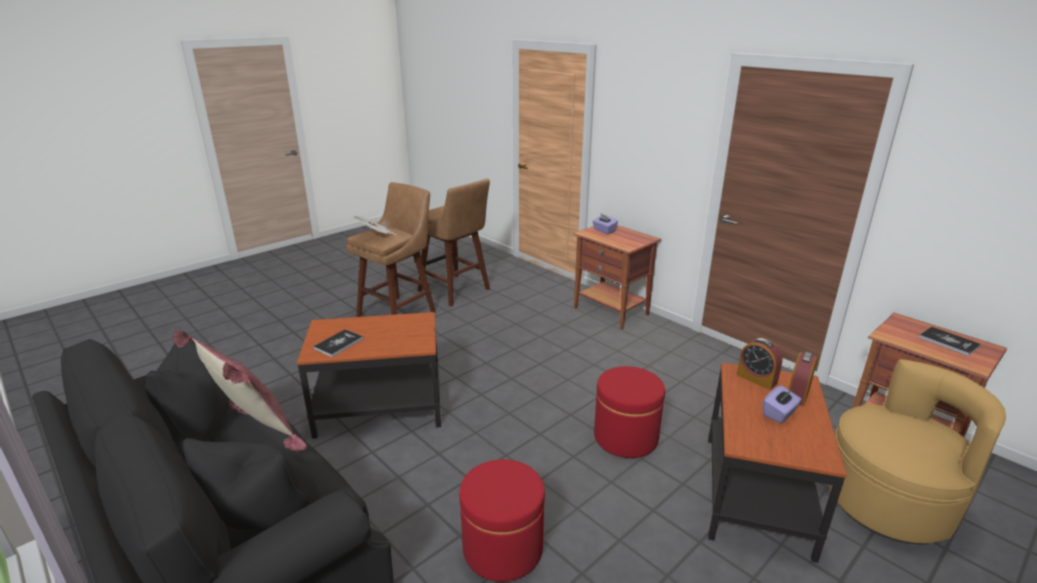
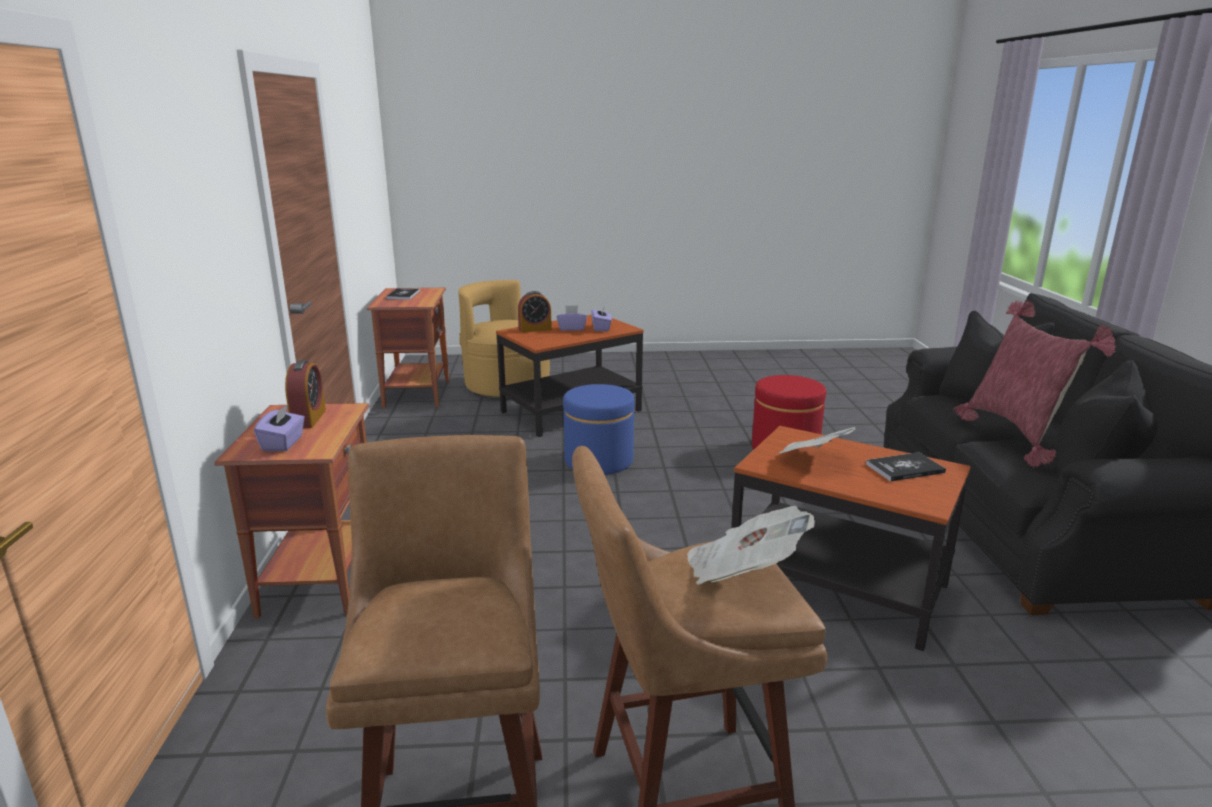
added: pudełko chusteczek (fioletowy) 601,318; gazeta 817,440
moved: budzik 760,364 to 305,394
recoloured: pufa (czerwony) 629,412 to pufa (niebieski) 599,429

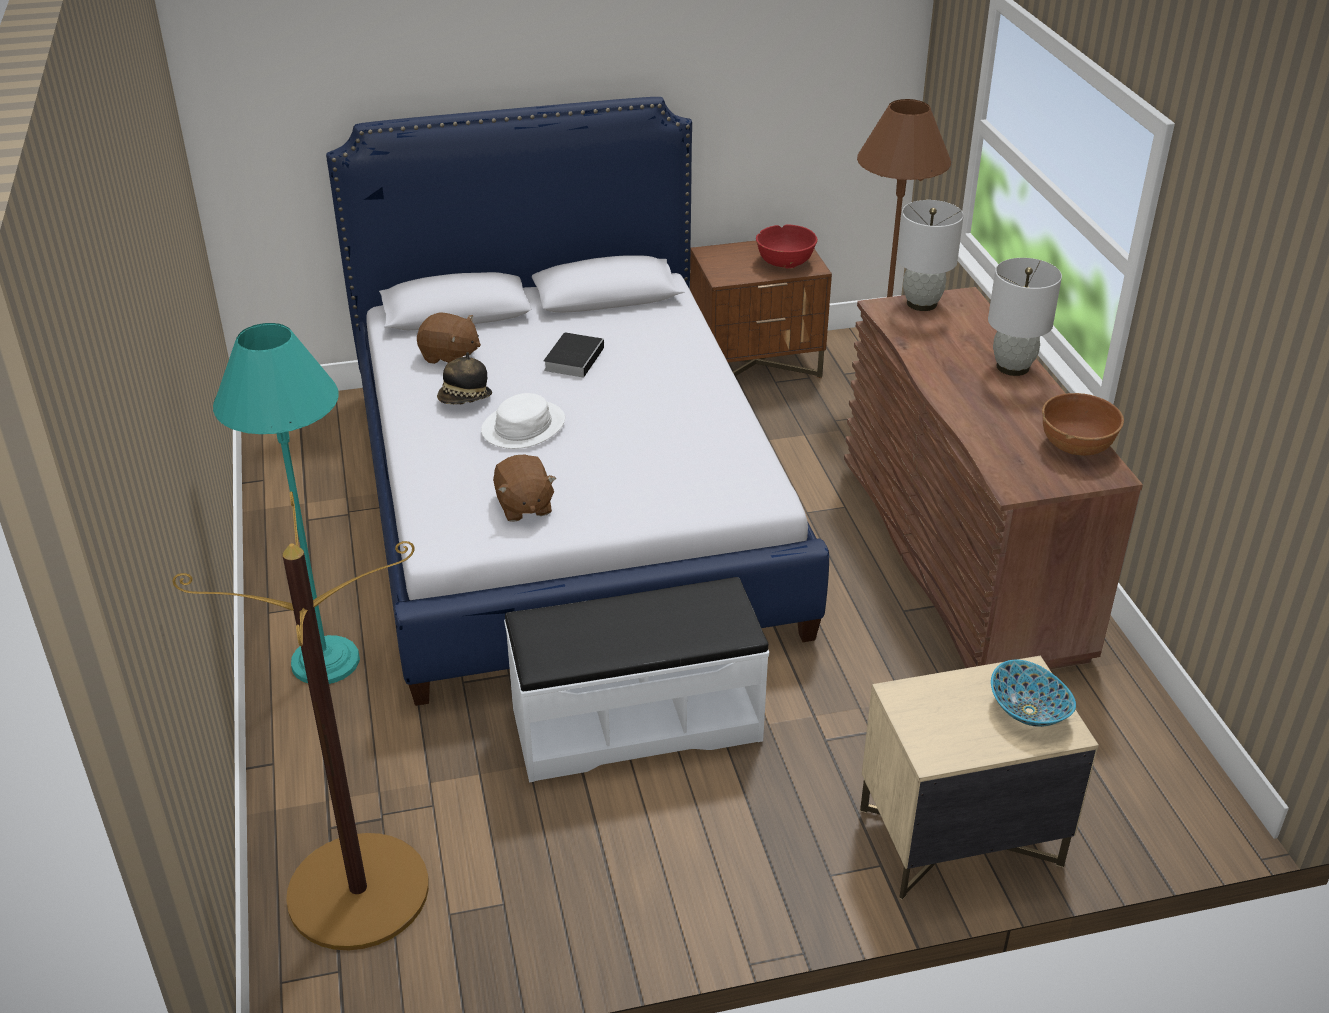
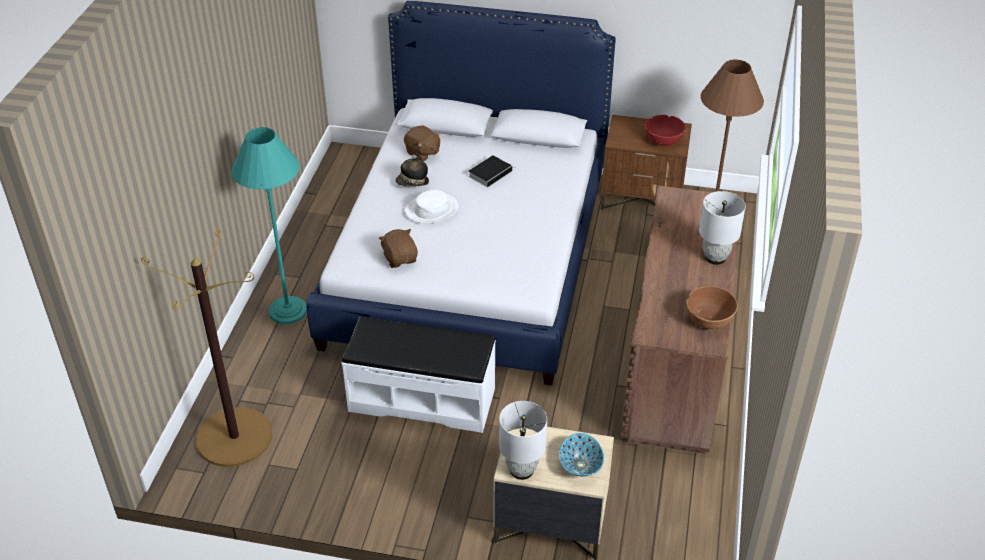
moved: lampa stołowa (biały) 930,255 to 523,440
turned: pluszak (brązowy) 524,488 = 398,248 150 degrees clockwise

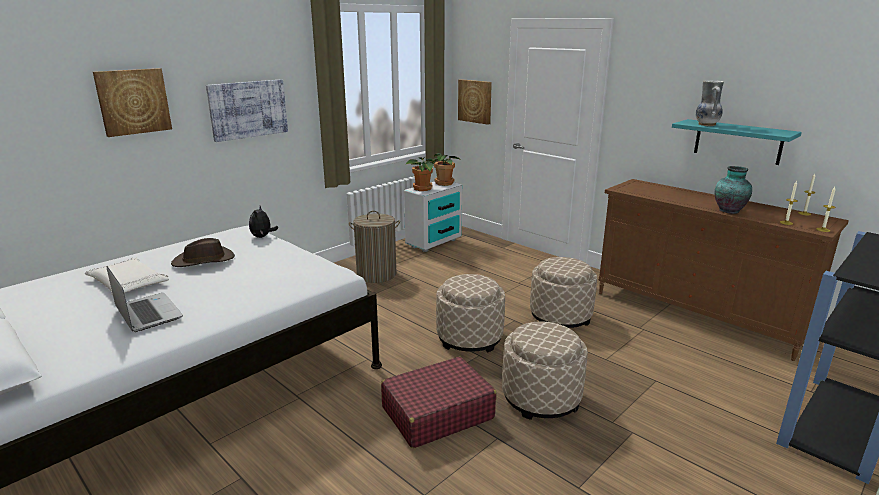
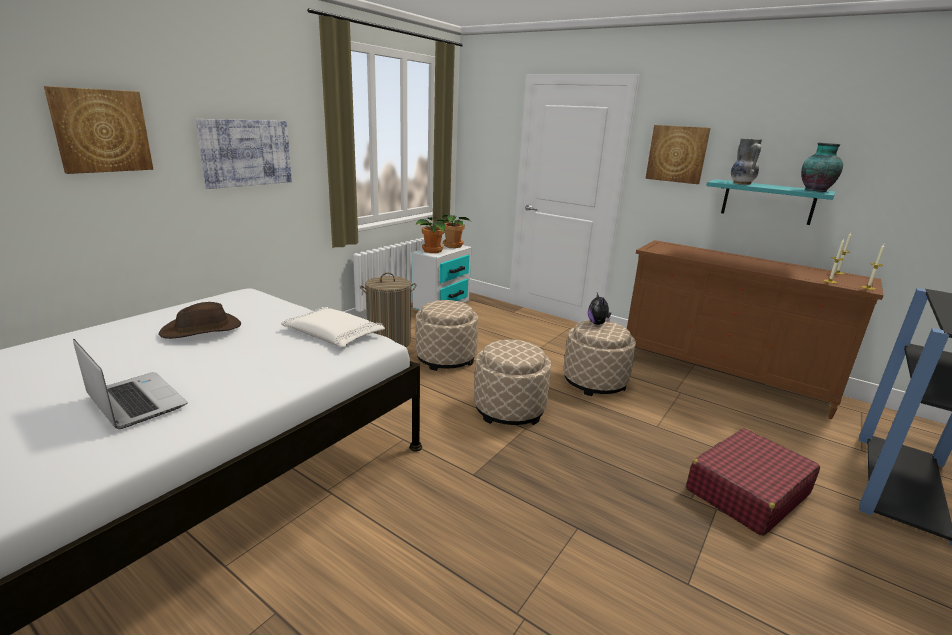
moved: poduszka (biały) 127,276 to 333,327; pluszak 263,222 to 599,309; walizka (czerwony) 439,402 to 753,482; obraz 475,102 to 678,154; pufa (beżowy) 545,371 to 446,335; wazon 733,190 to 822,167

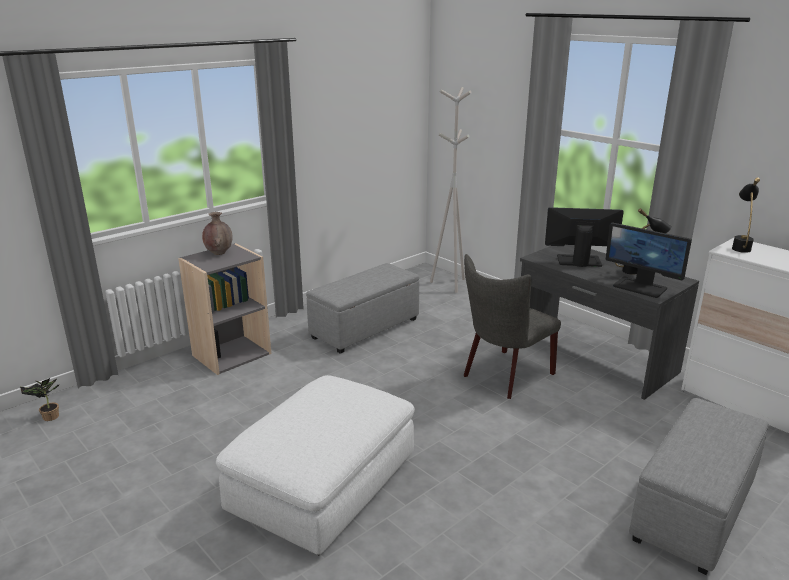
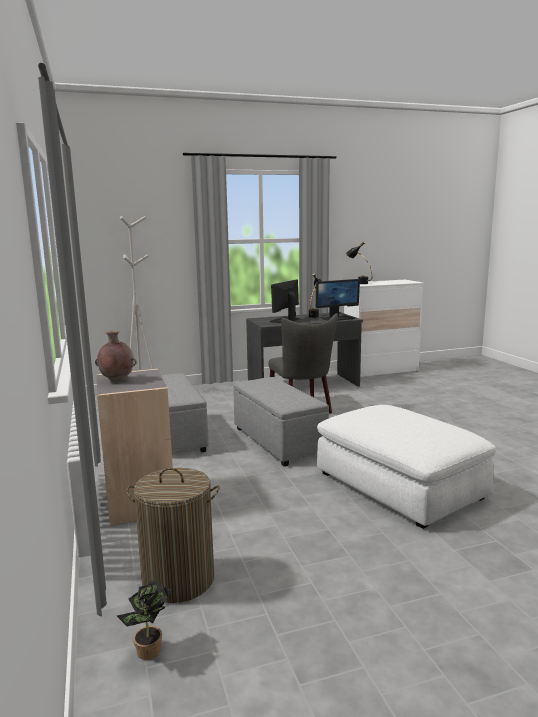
added: kosz na pranie 173,535
moved: pufa (szary) 699,486 to 281,421

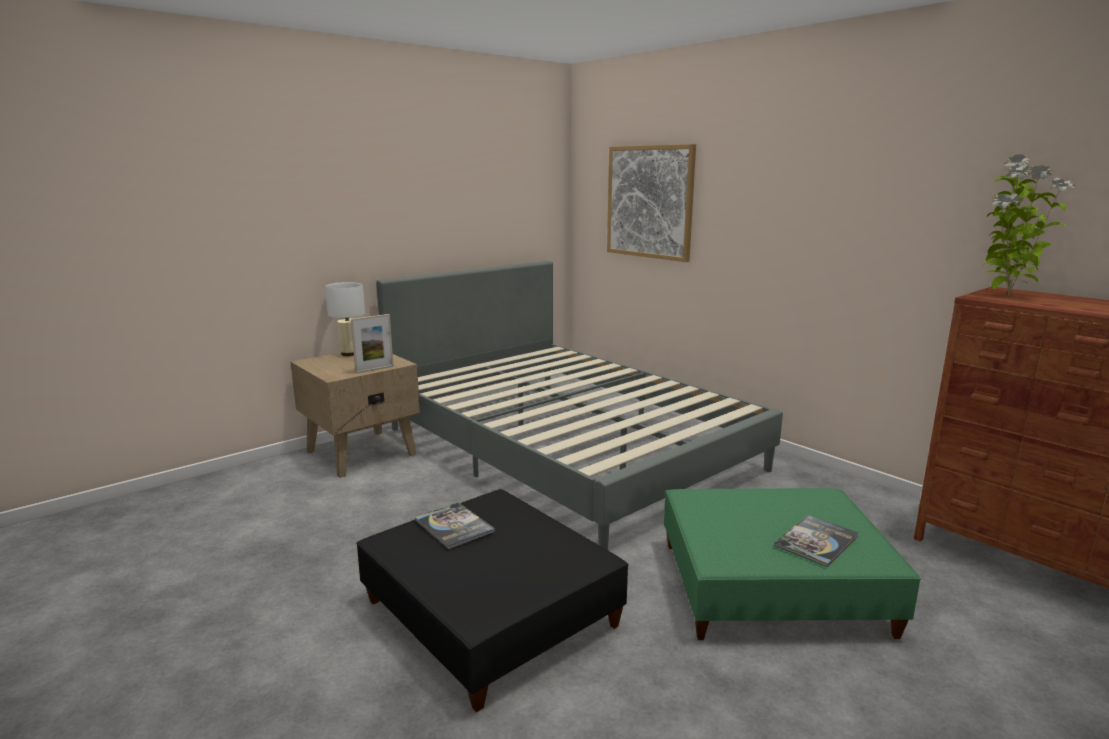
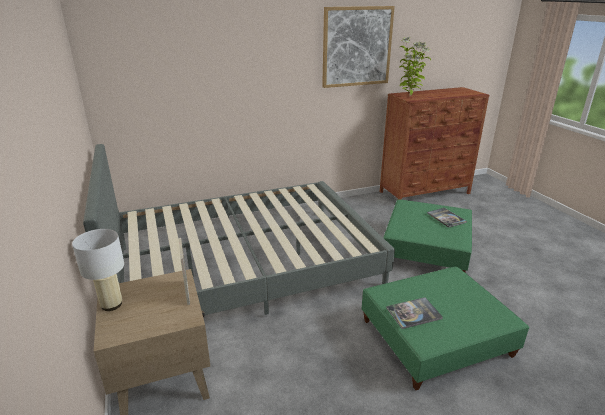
moved: obraz 651,203 to 358,47
recoloured: pufa (czarny) 492,600 to pufa (zielony) 446,328

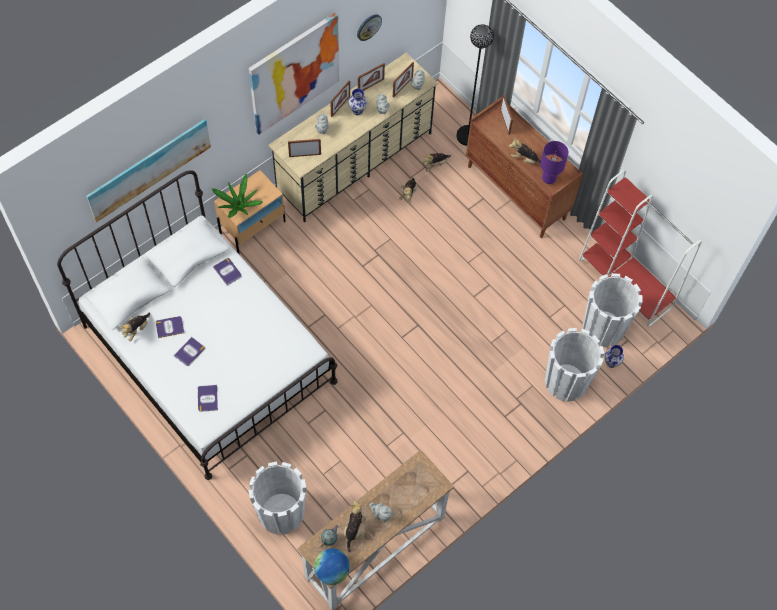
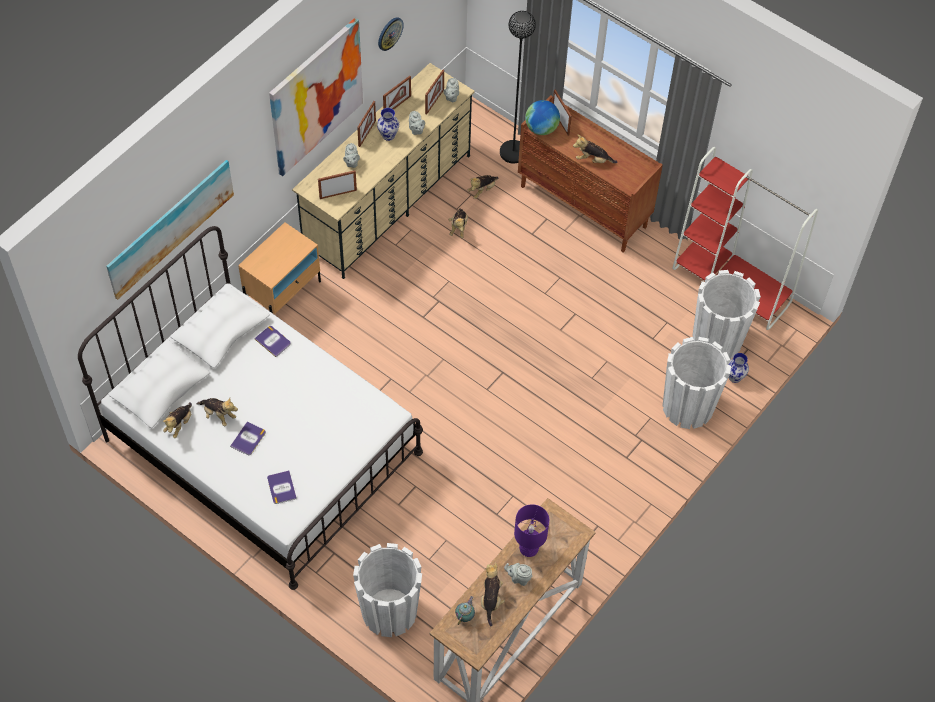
removed: roślina doniczkowa 237,196
moved: globus 332,566 to 542,117; lampa stołowa (fioletowy) 554,162 to 531,530
replaced: książka 170,327 to pluszak 217,412

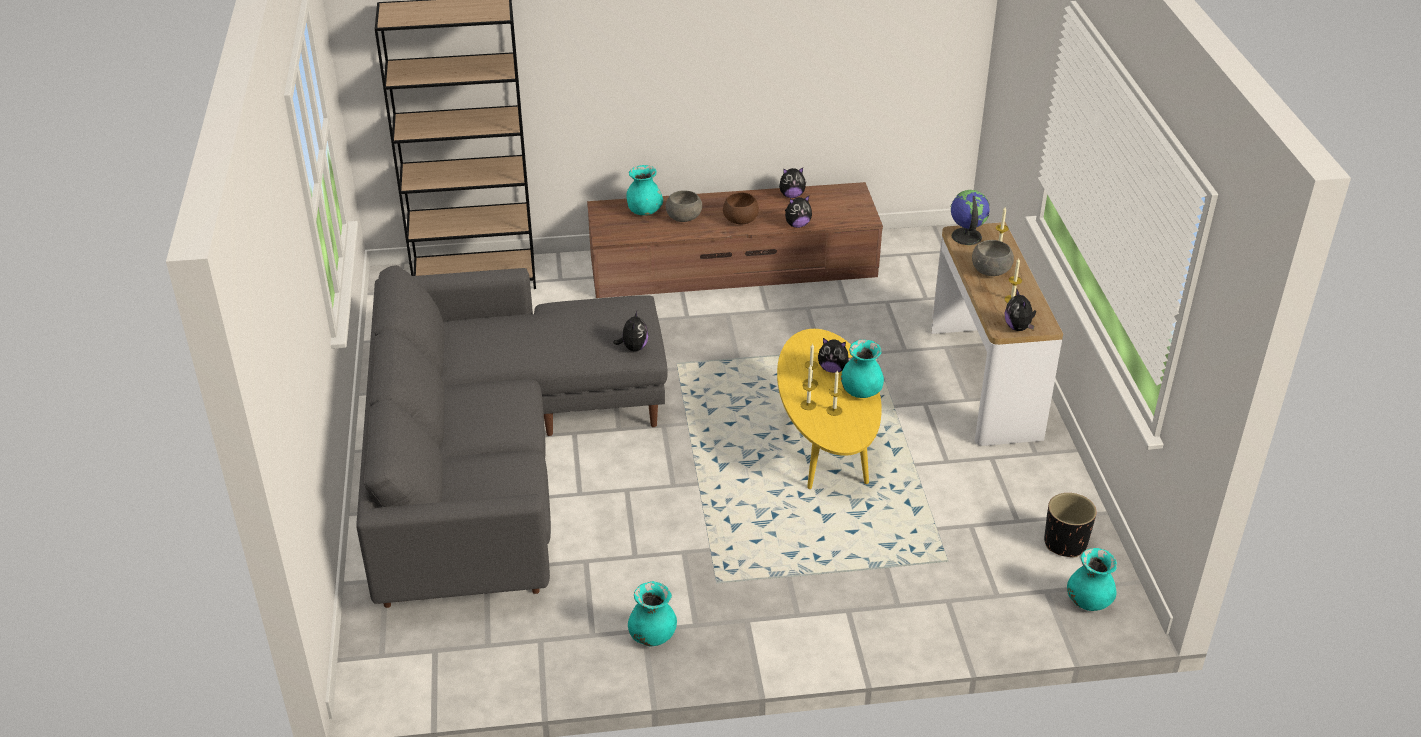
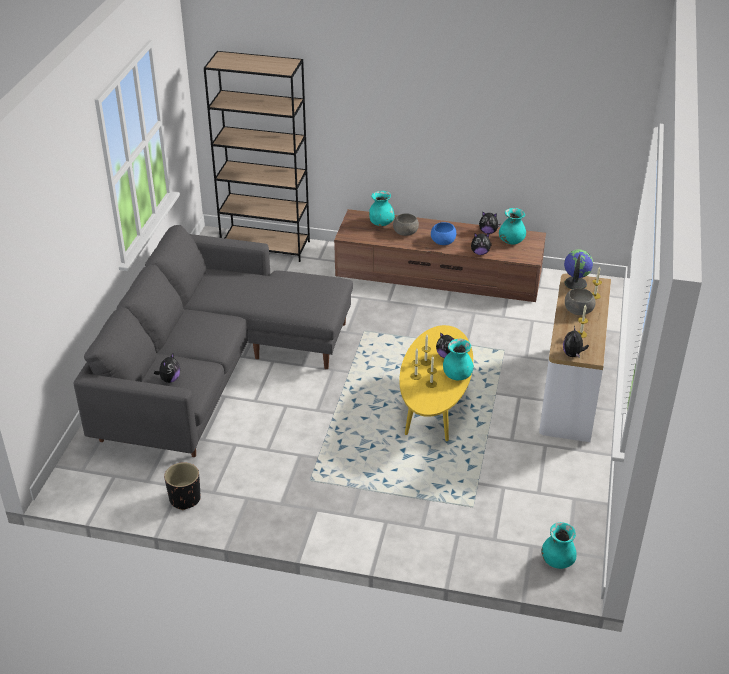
moved: pluszak 630,331 to 167,367; wazon (turkusowy) 652,613 to 512,226; donica (czarny) 1070,525 to 182,486
recoloured: miska (brązowy) 741,208 to miska (niebieski) 443,233

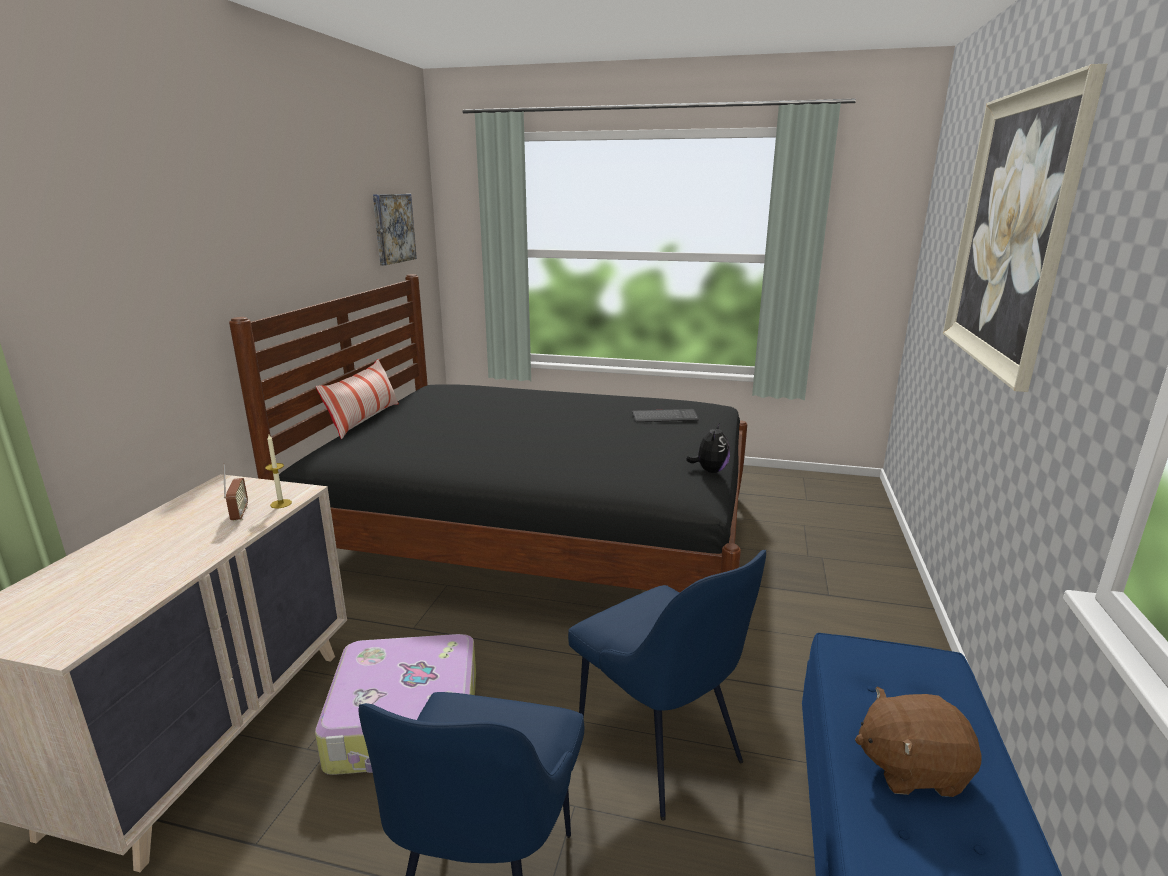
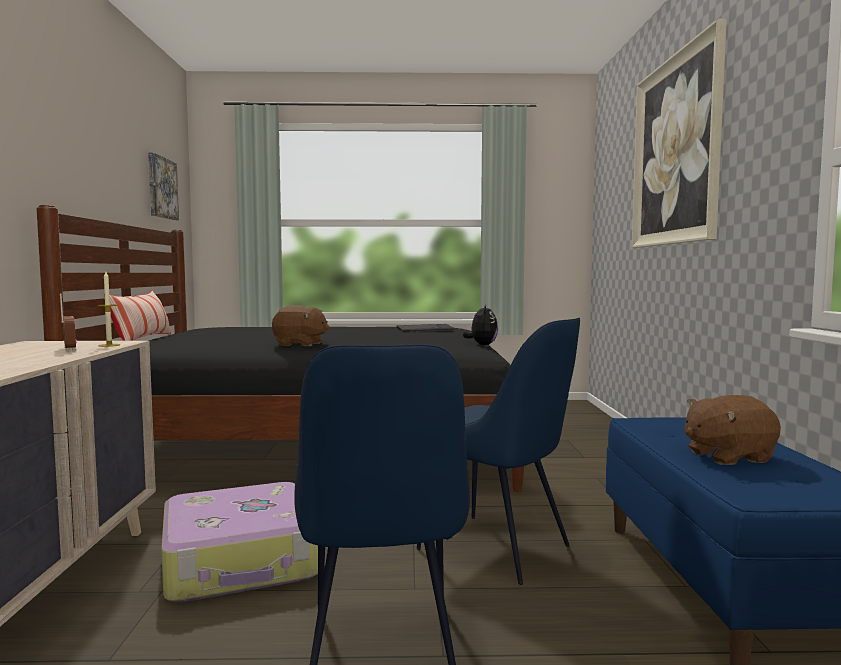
added: pluszak (brązowy) 301,325

